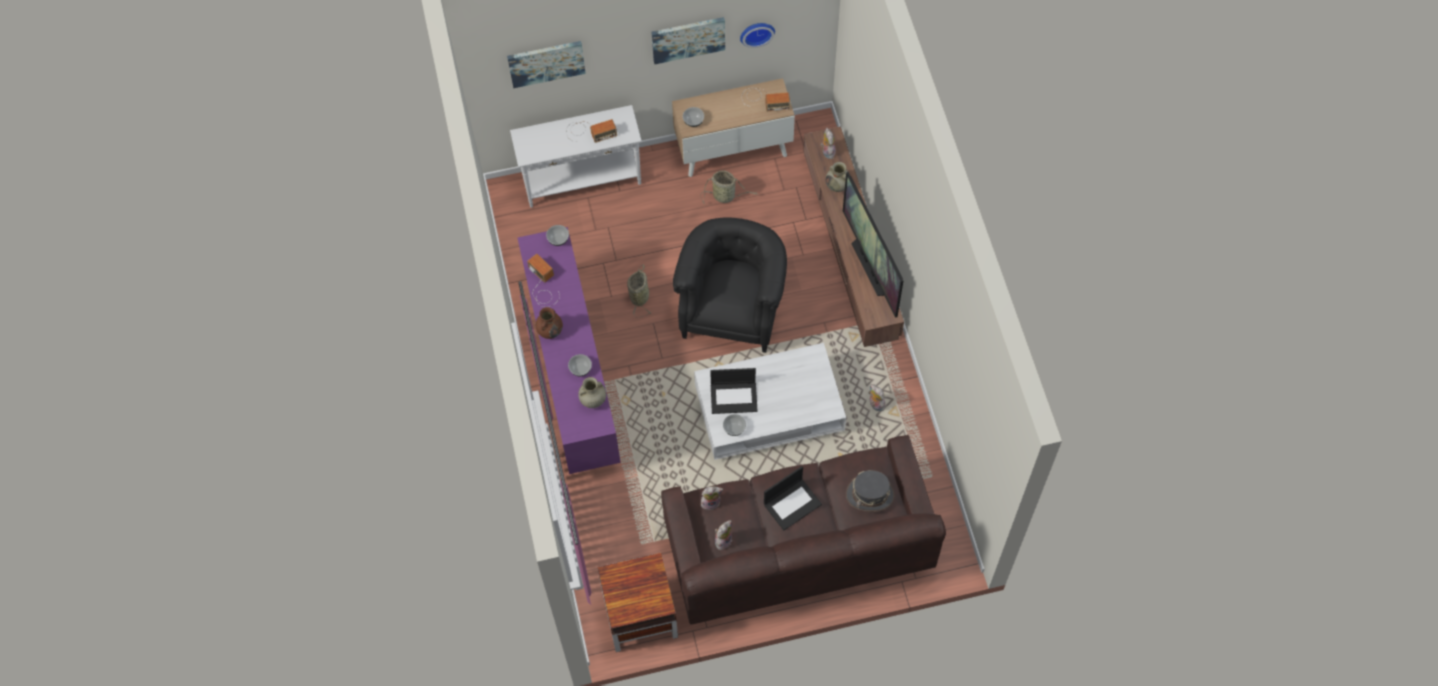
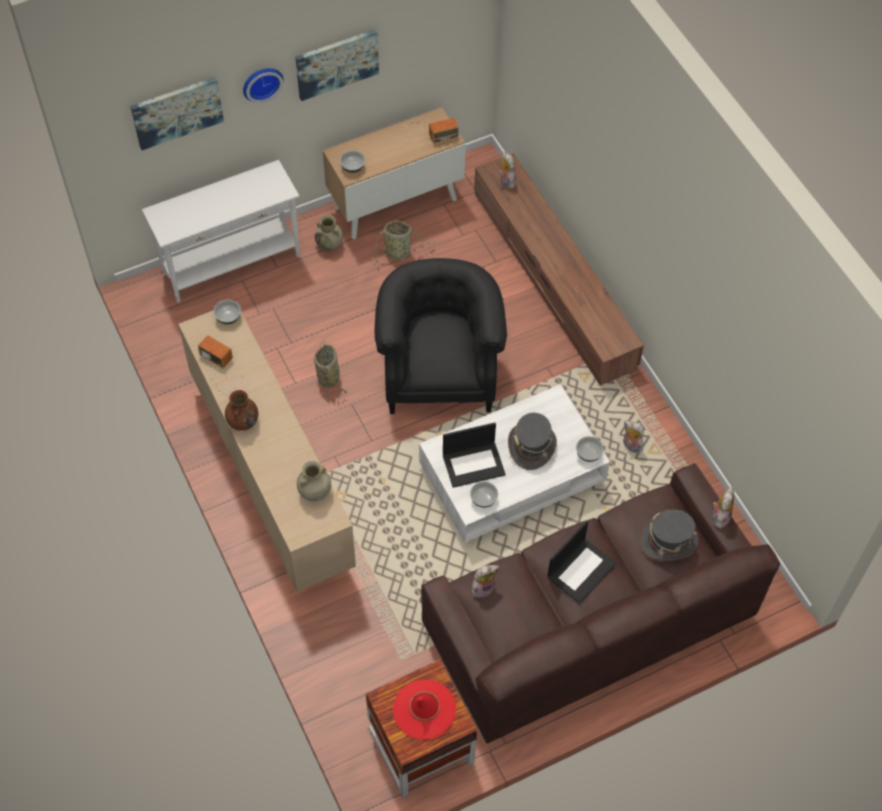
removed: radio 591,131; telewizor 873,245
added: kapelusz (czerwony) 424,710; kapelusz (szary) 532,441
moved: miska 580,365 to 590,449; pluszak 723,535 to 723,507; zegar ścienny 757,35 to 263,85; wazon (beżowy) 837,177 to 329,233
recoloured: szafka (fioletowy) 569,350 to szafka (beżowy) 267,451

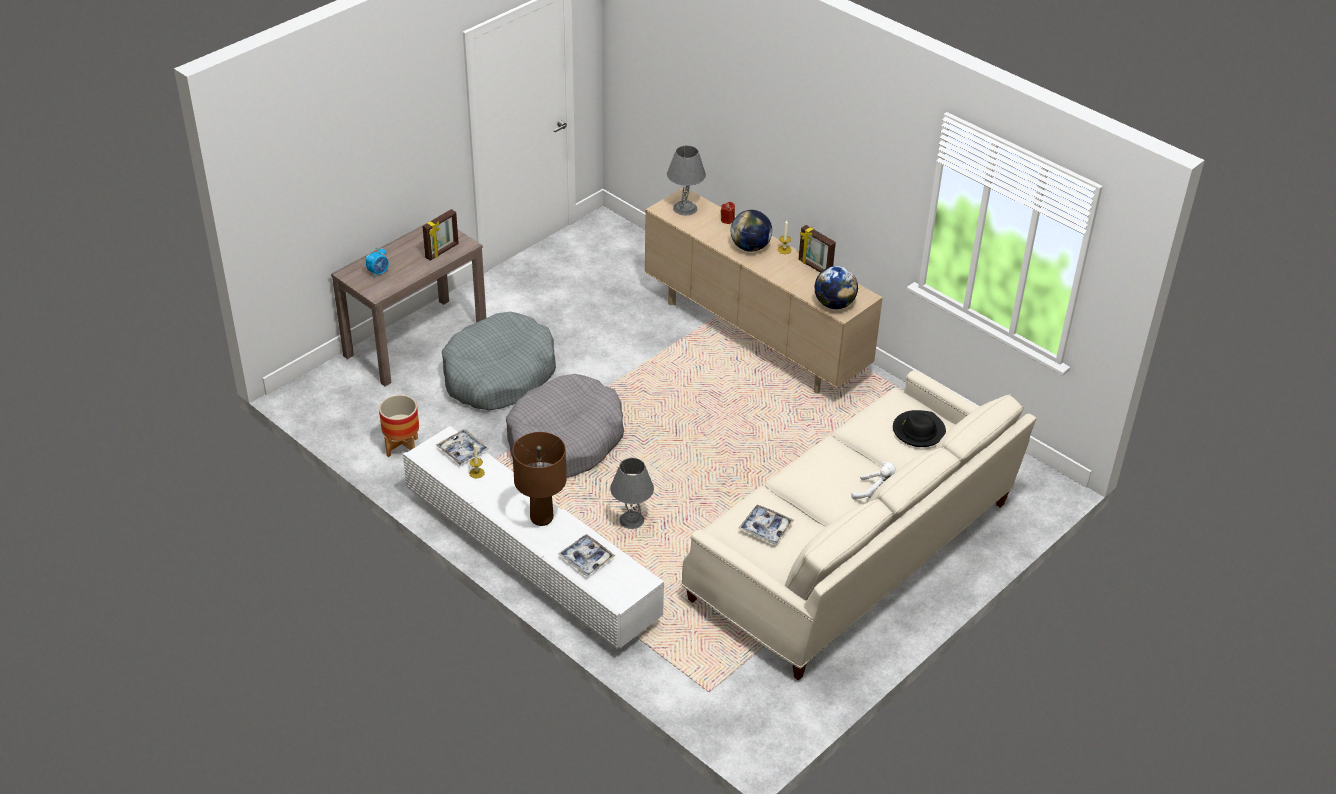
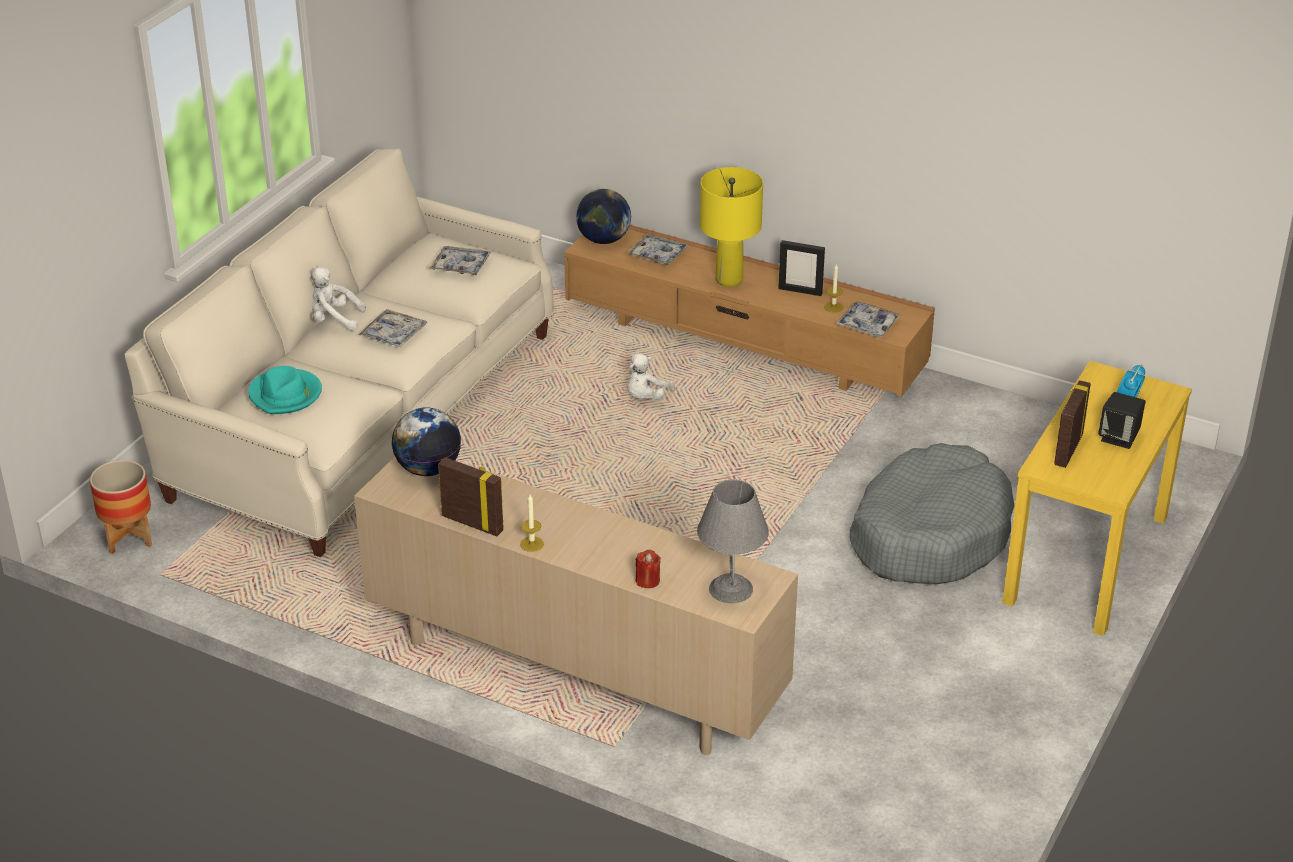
removed: legowisko (szary) 565,426
added: taca 393,328; ramka na zdjęcie 801,268; głośnik (czarny) 1121,420
moved: donica 399,426 to 121,507; globus 751,231 to 603,216
replaced: lampa stołowa (szary) 632,493 to pluszak (biały) 651,376
recoloured: stolik konsolowy (brązowy) 408,305 to stolik konsolowy (żółty) 1097,498; szafka pod telewizor (biały) 533,537 to szafka pod telewizor (brązowy) 749,311; lampa stołowa (brązowy) 539,479 to lampa stołowa (żółty) 731,227; kapelusz (czarny) 919,428 to kapelusz (turkusowy) 285,390

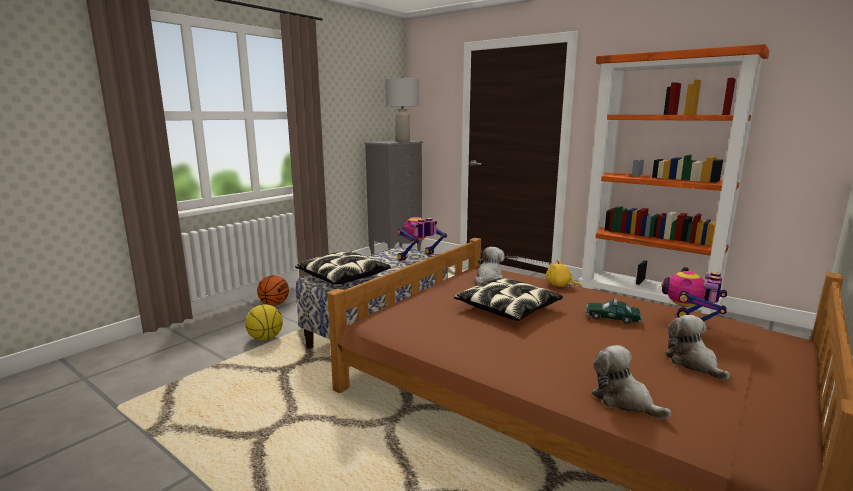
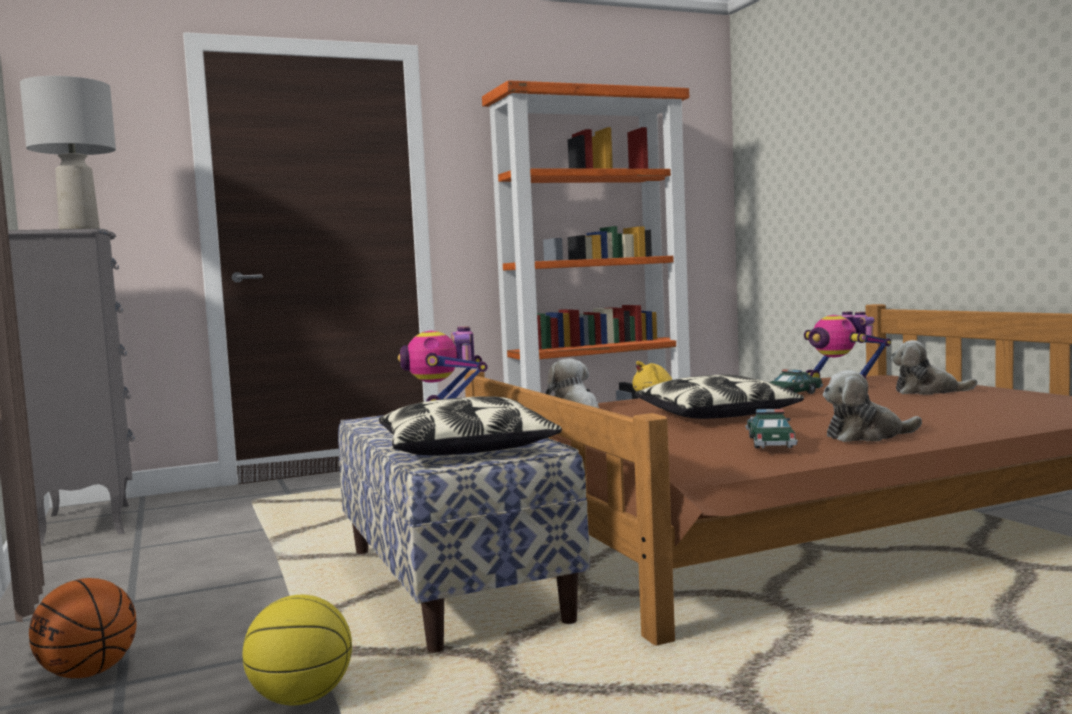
added: samochodzik 771,428
moved: pluszak 631,382 to 872,406

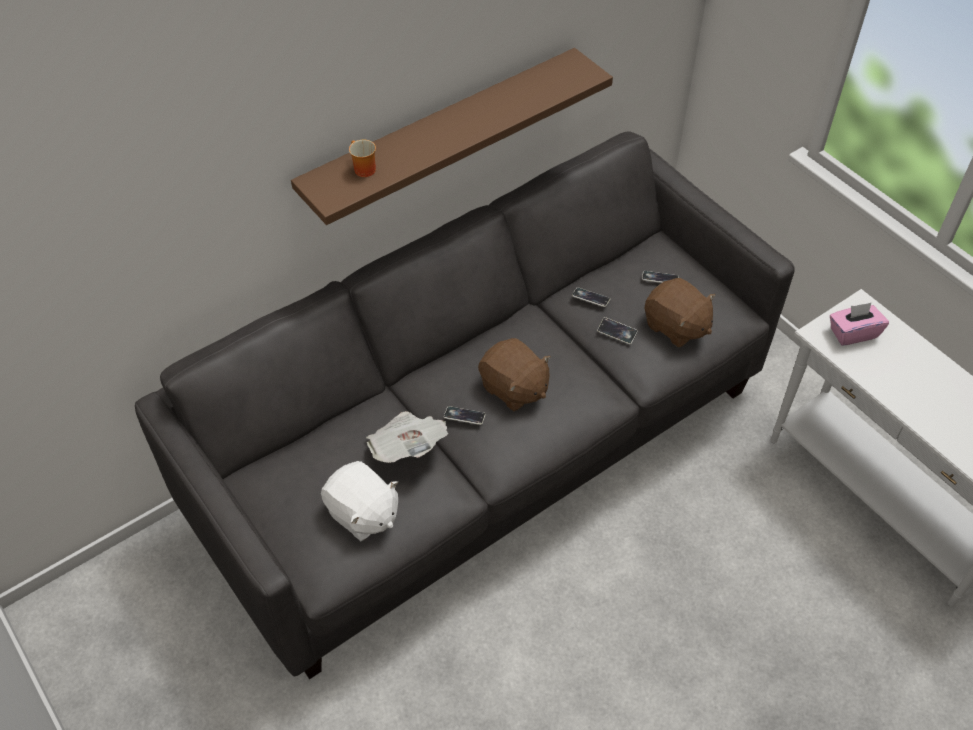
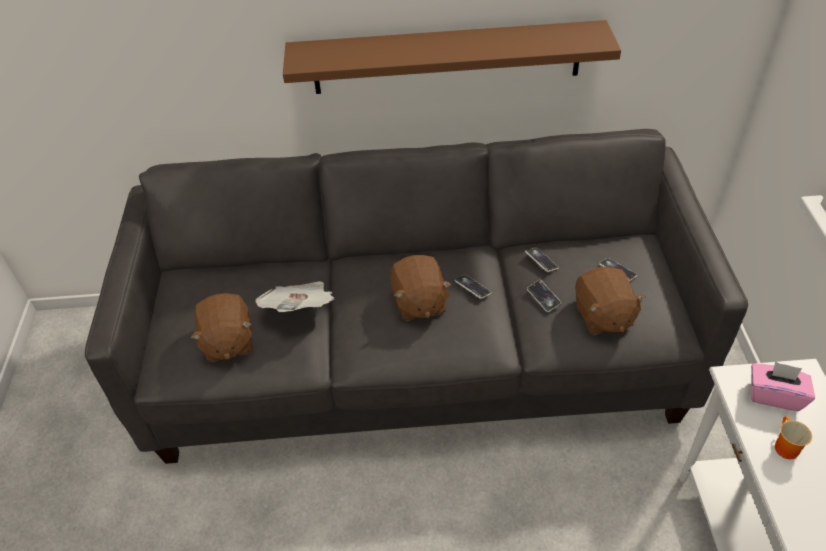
moved: kubek 362,158 to 793,437; telefon 465,415 to 473,287
recoloured: pluszak (biały) 359,501 to pluszak (brązowy) 221,327

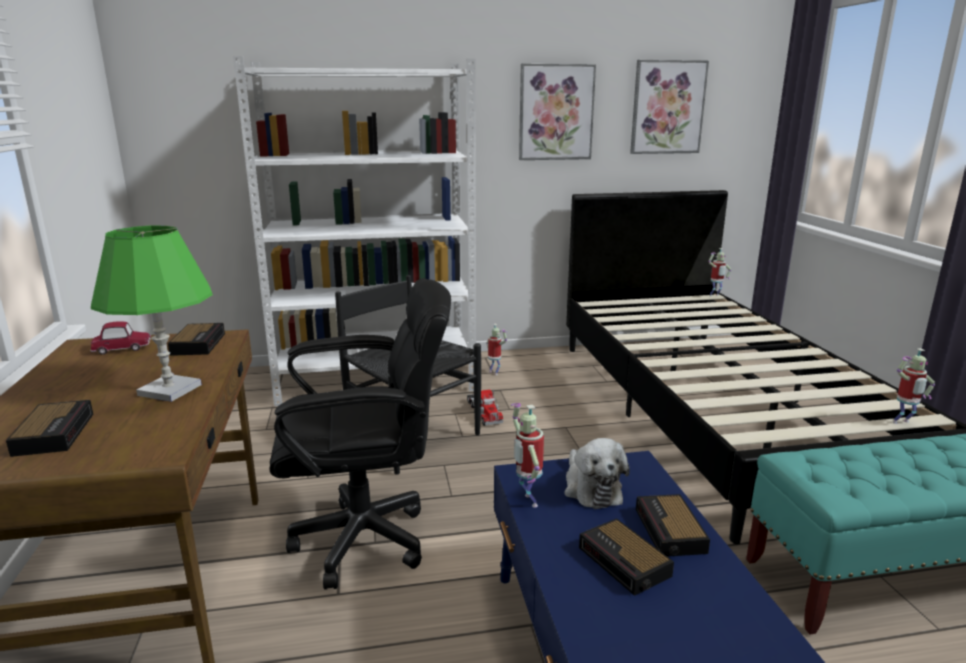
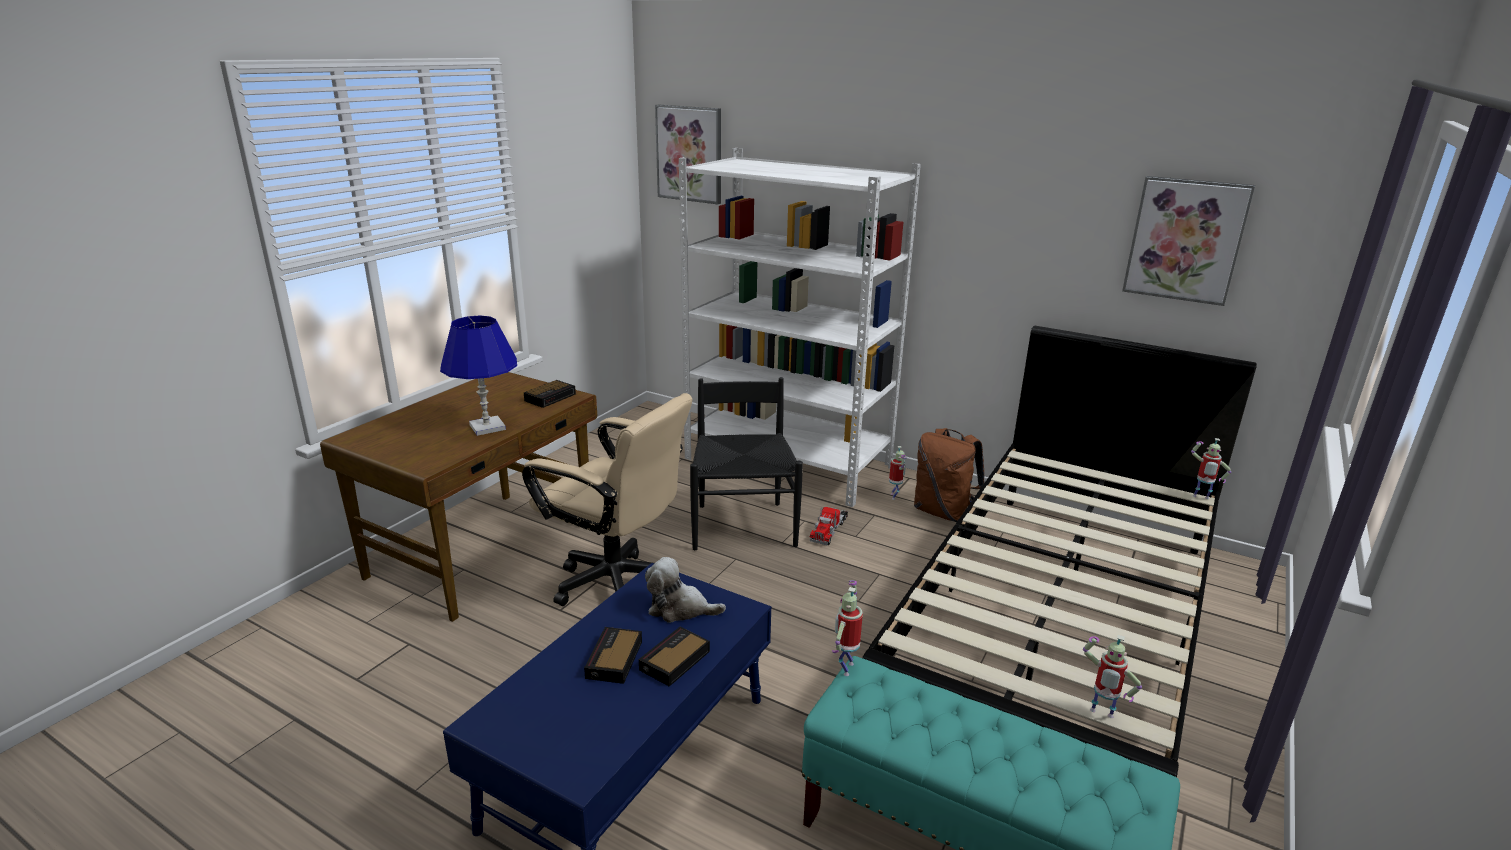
removed: budzik 49,428; samochodzik 121,338
added: plecak (brązowy) 949,475
moved: robot zabawkowy 527,455 to 847,628; obraz 557,112 to 688,154
recoloured: lampa stołowa (zielony) 152,313 to lampa stołowa (niebieski) 478,376; krzesło biurowe (czarny) 360,434 to krzesło biurowe (beżowy) 607,499
turned: pluszak 597,473 = 685,590 75 degrees clockwise

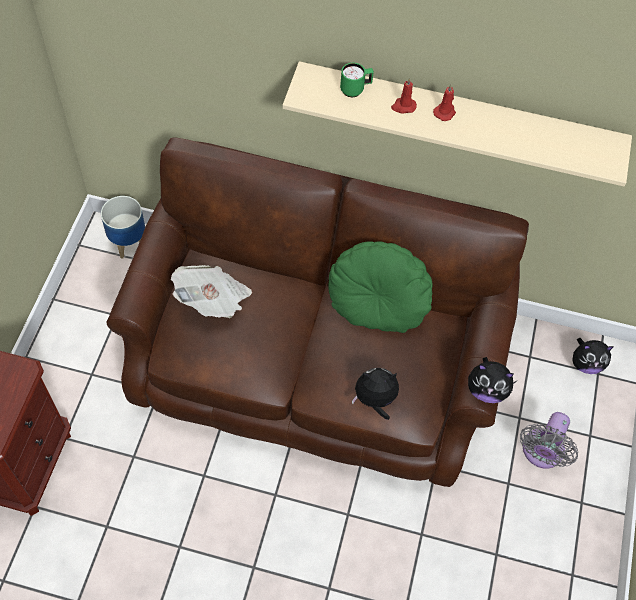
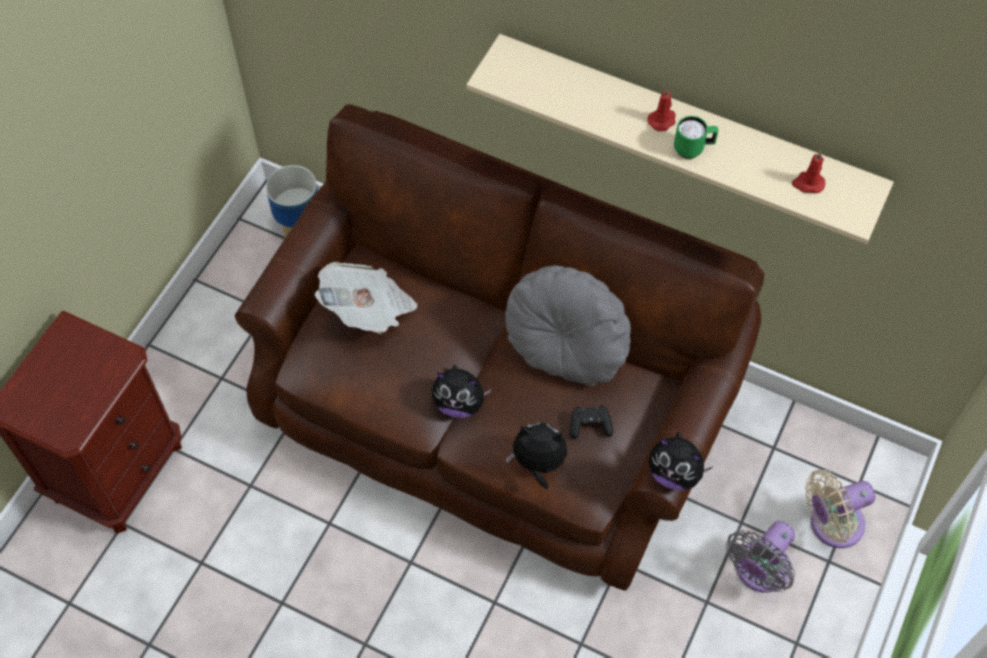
added: pad do gier (czarny) 591,422; wentylator (beżowy) 840,509
moved: kubek (zielony) 357,80 to 696,137; świeca (czerwony) 404,95 to 808,172; pluszak 593,356 to 462,391
recoloured: poduszka (zielony) 380,287 to poduszka (szary) 568,326

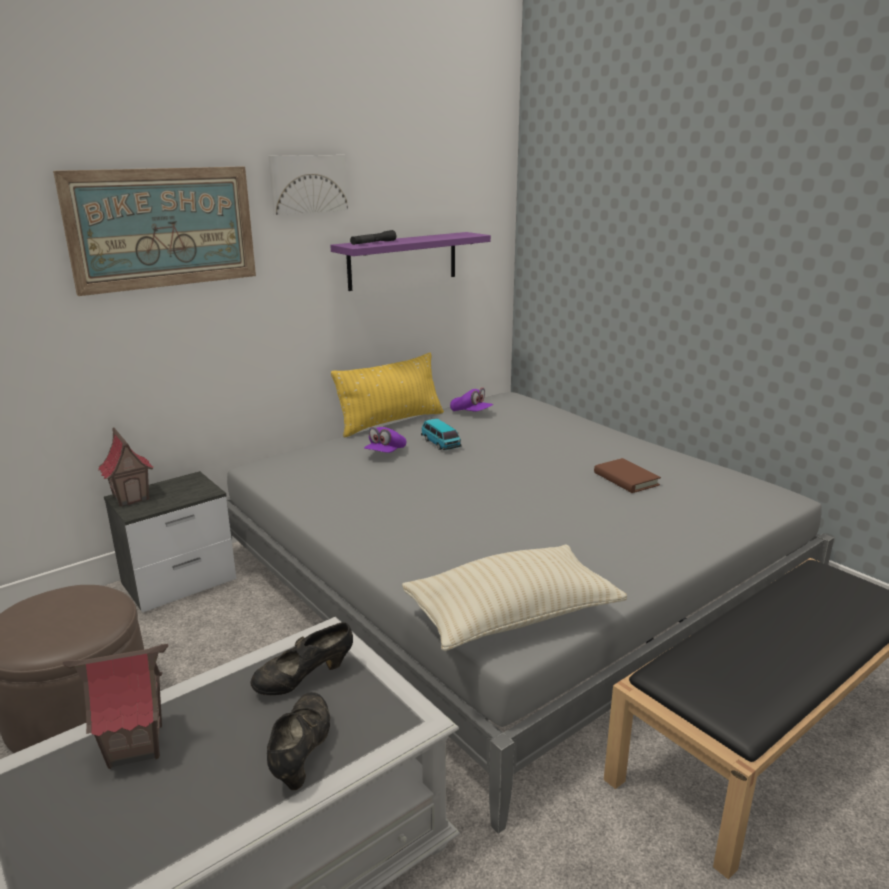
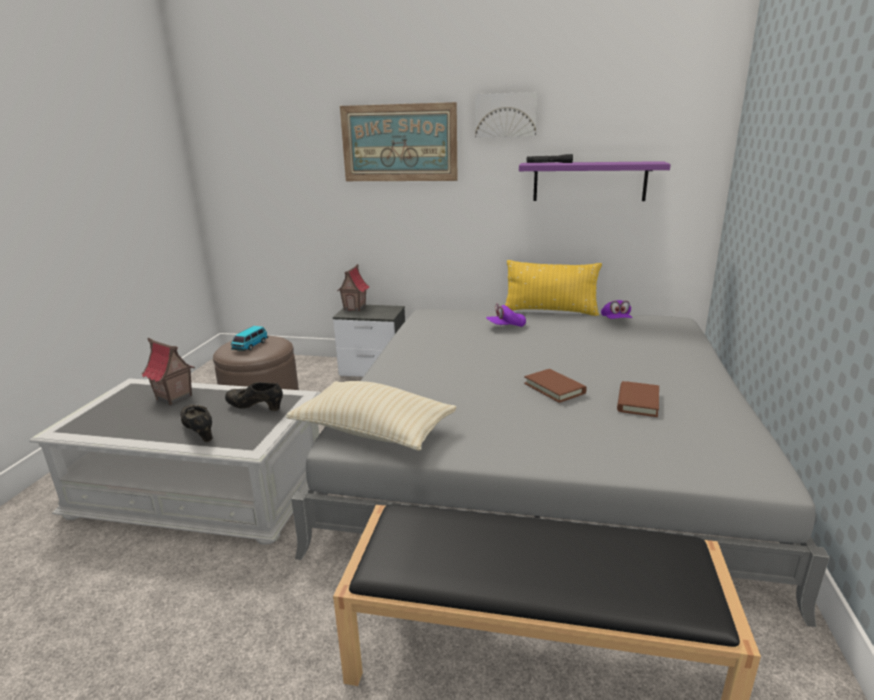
added: książka (brązowy) 555,386
moved: samochodzik 441,434 to 249,338
turned: but (czarny) 298,741 = 196,423 90 degrees counterclockwise

